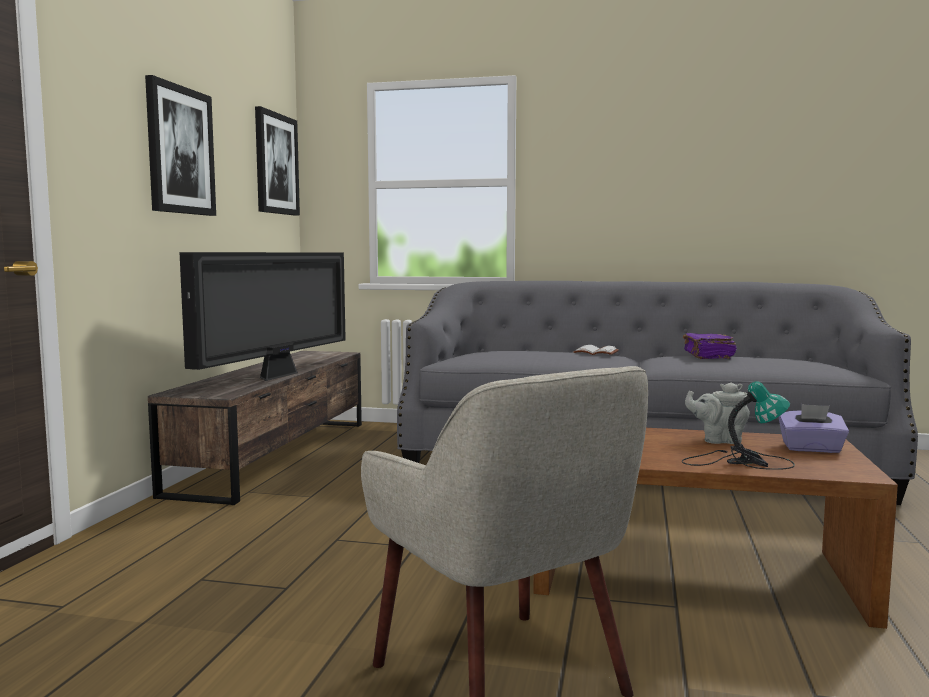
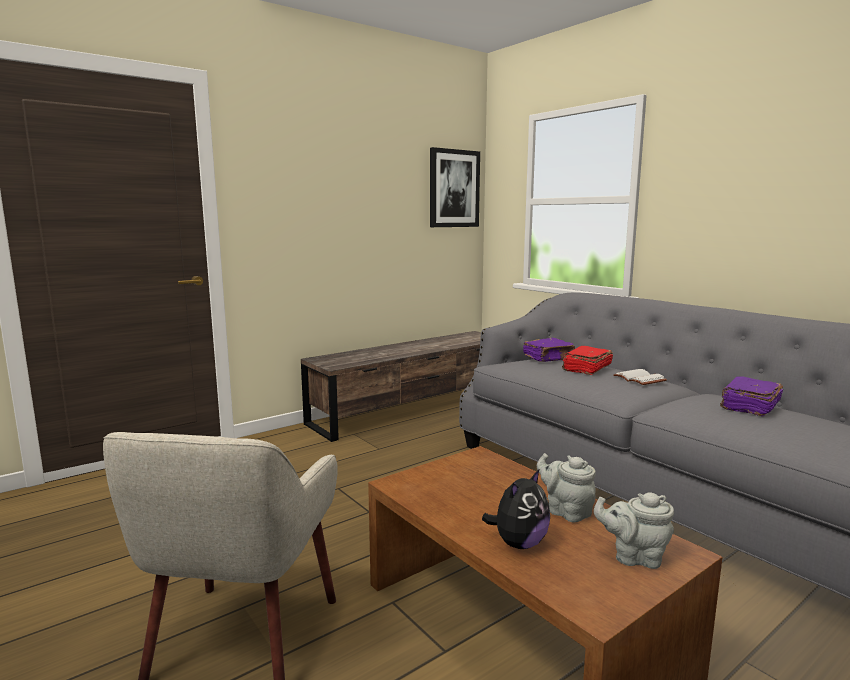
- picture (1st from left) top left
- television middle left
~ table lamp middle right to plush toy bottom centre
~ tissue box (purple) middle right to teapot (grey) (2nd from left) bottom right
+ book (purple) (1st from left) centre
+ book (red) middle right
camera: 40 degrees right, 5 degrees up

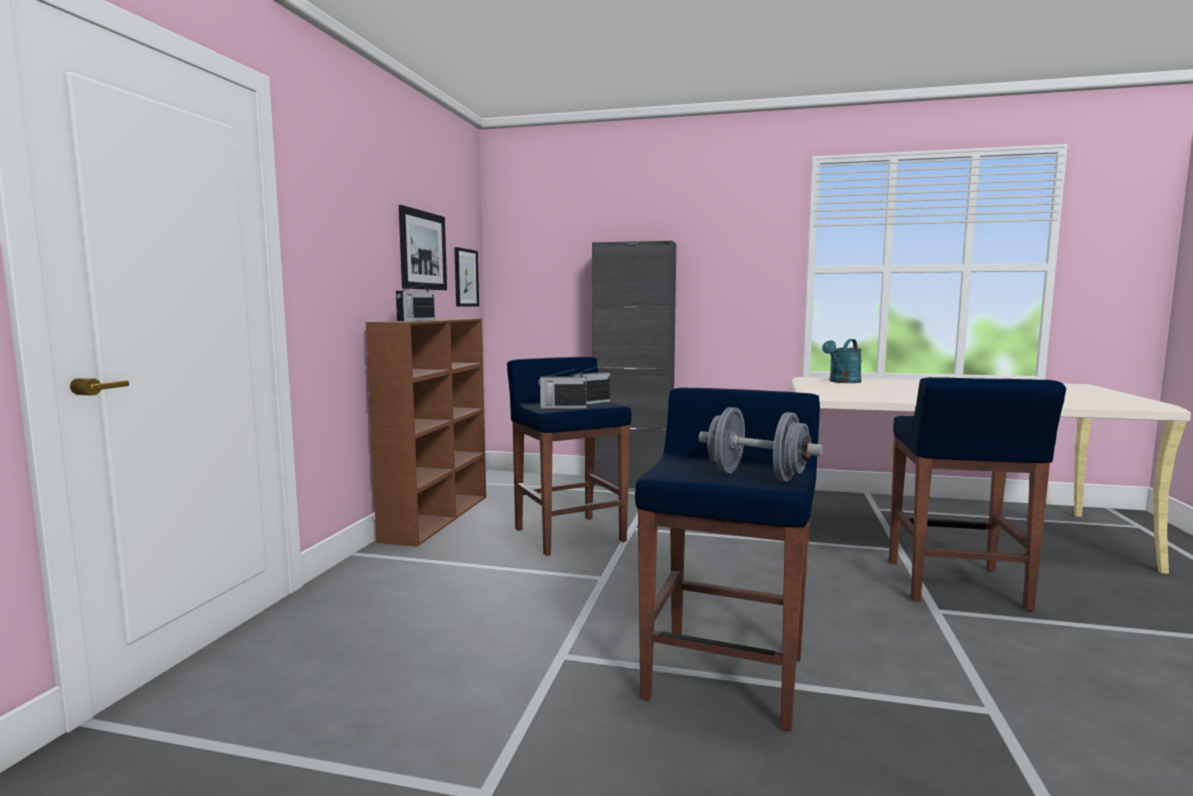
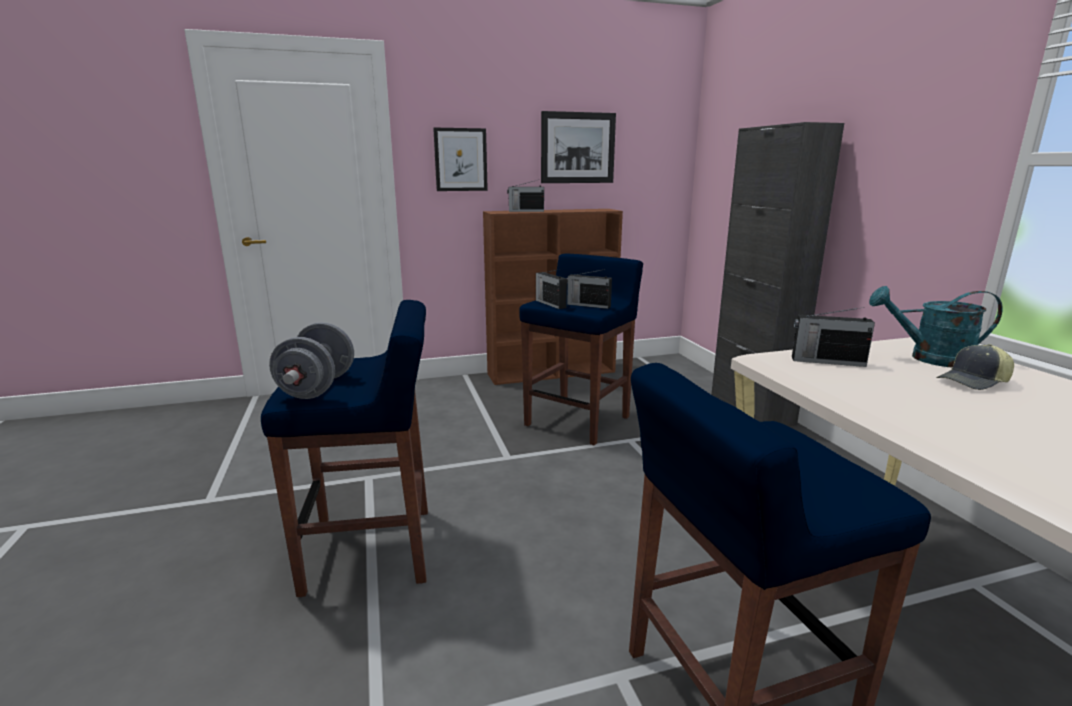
~ picture (2nd from left in the first image) centre to picture (1st from left) top centre
+ radio (4th from left) middle right
+ cap middle right
camera: 60 degrees right, 10 degrees up

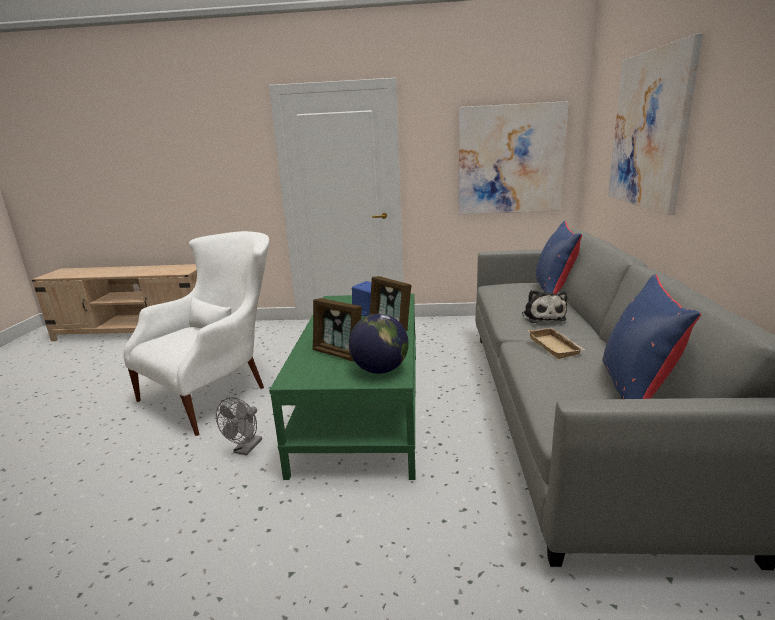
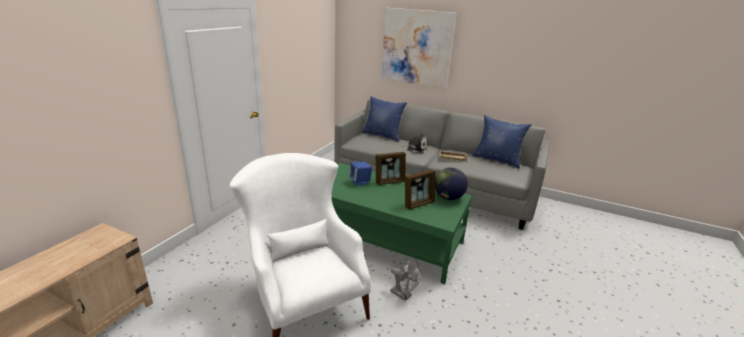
- picture (1st from left) top centre
camera: 70 degrees left, 5 degrees up

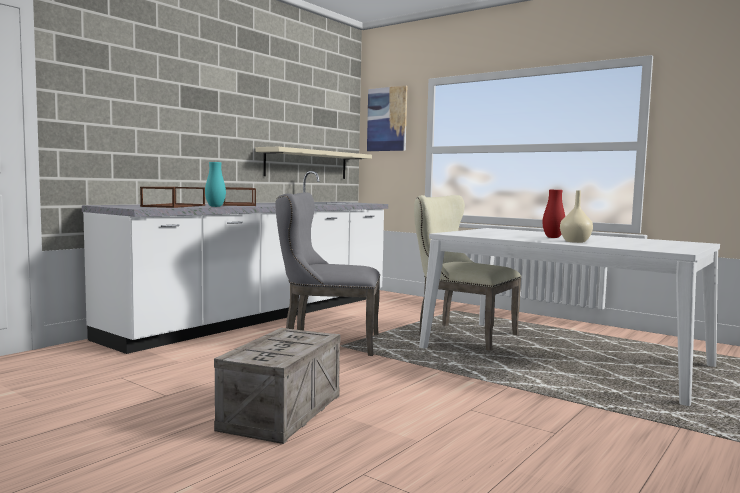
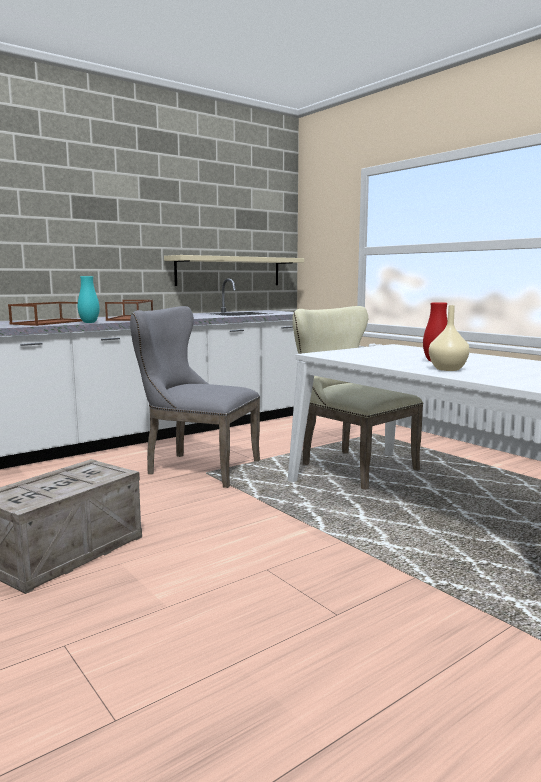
- picture top centre
camera: 15 degrees right, 5 degrees up

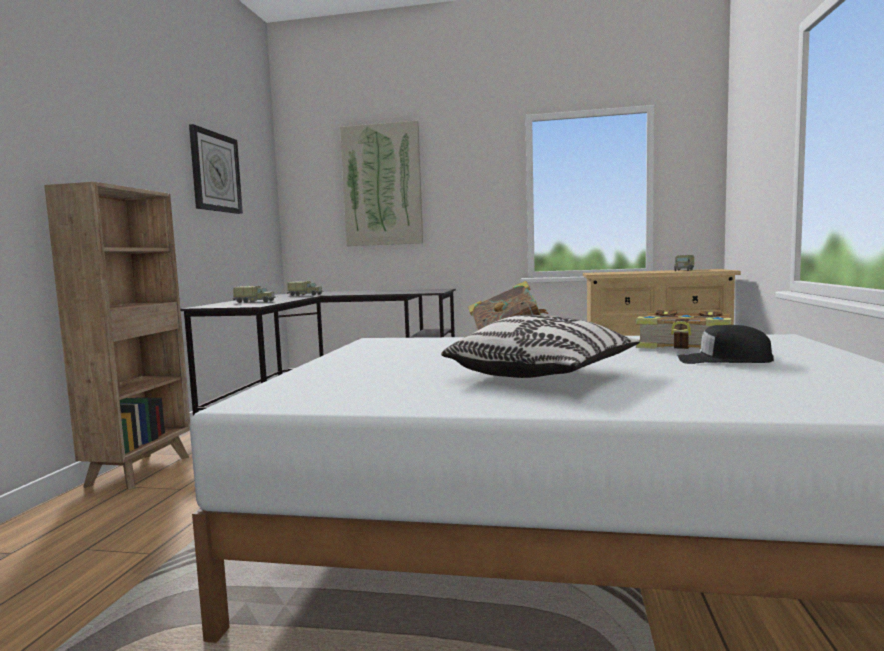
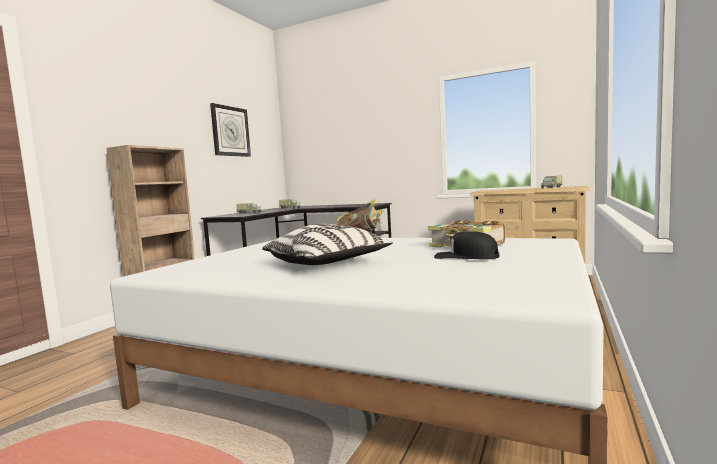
- picture top centre
camera: 15 degrees right, 0 degrees up

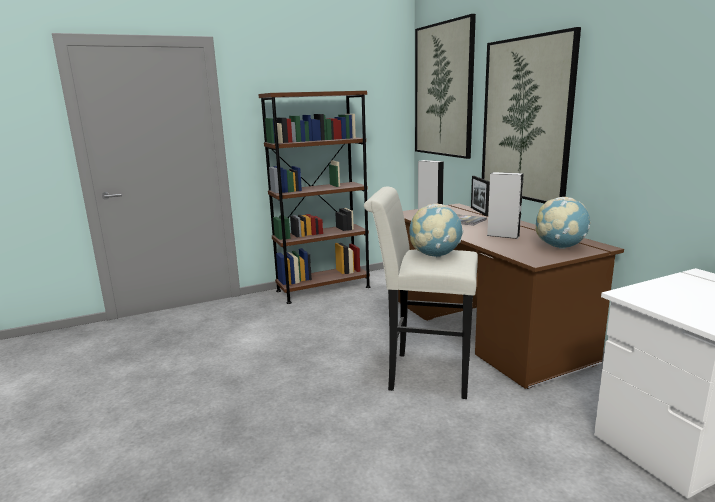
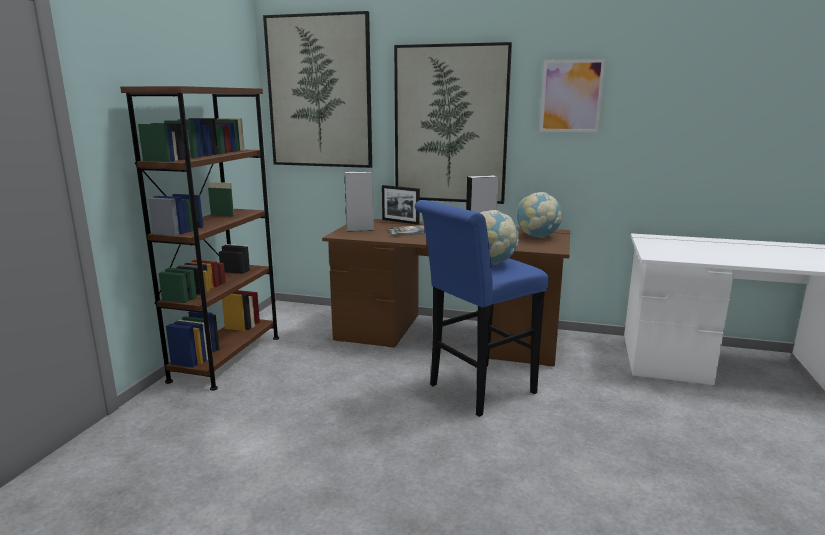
~ stool (white) centre to stool (blue) centre
+ picture (3rd from left) top right
camera: 50 degrees left, 0 degrees up

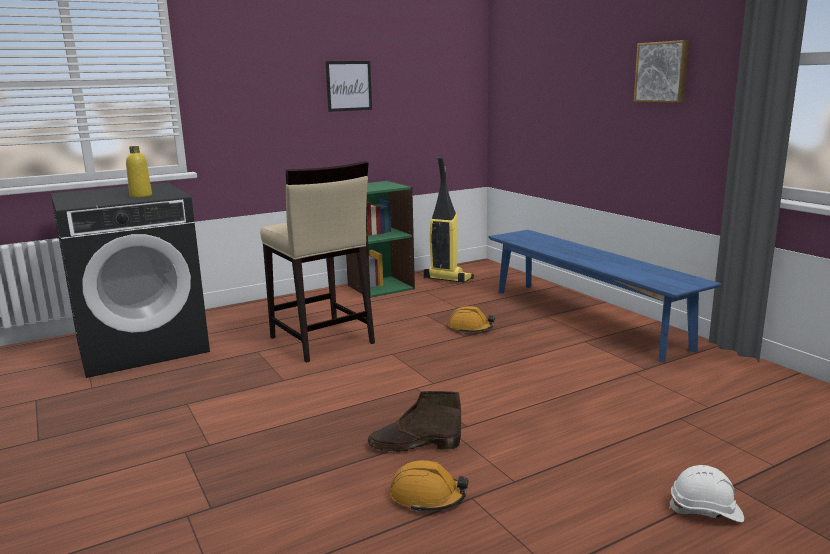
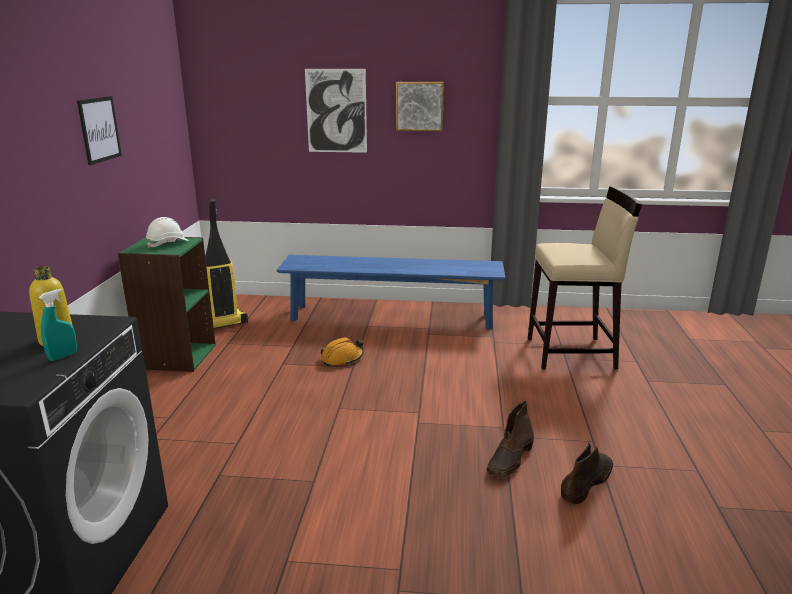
~ stool (beige) centre to middle right
~ hard hat (orange) (1st from left) bottom centre to boot (brown) (2nd from left) bottom right
~ hard hat (white) bottom right to middle left
+ spray bottle (turquoise) middle left
+ picture (2nd from left) top centre
camera: 55 degrees left, 5 degrees up

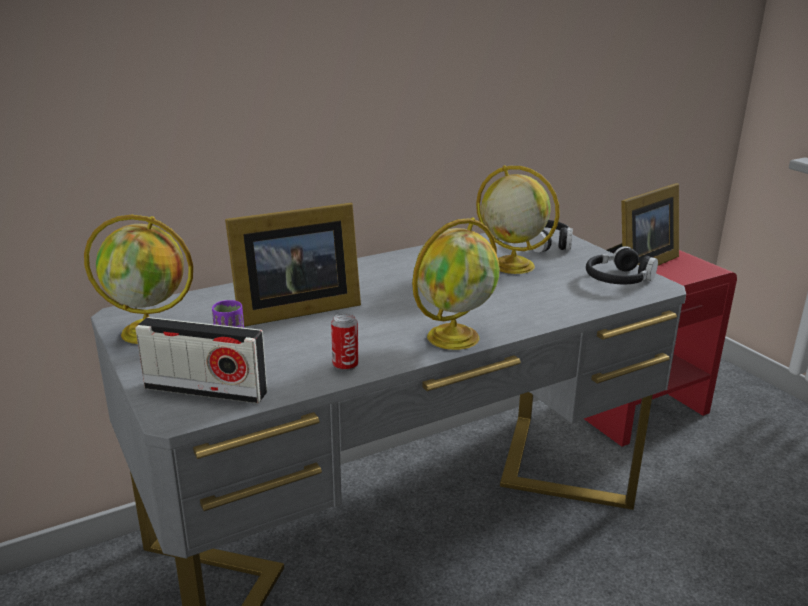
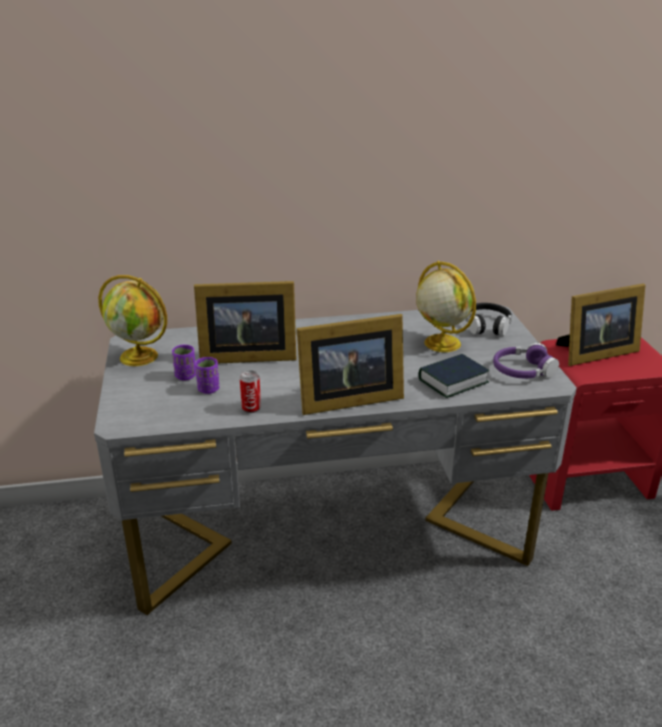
- radio middle left
~ globe (2nd from left) centre to picture frame (2nd from left) centre
~ headphones (black) (2nd from left) middle right to headphones (purple) middle right
+ cup (purple) (2nd from left) middle left
+ book middle right
camera: 20 degrees right, 5 degrees up

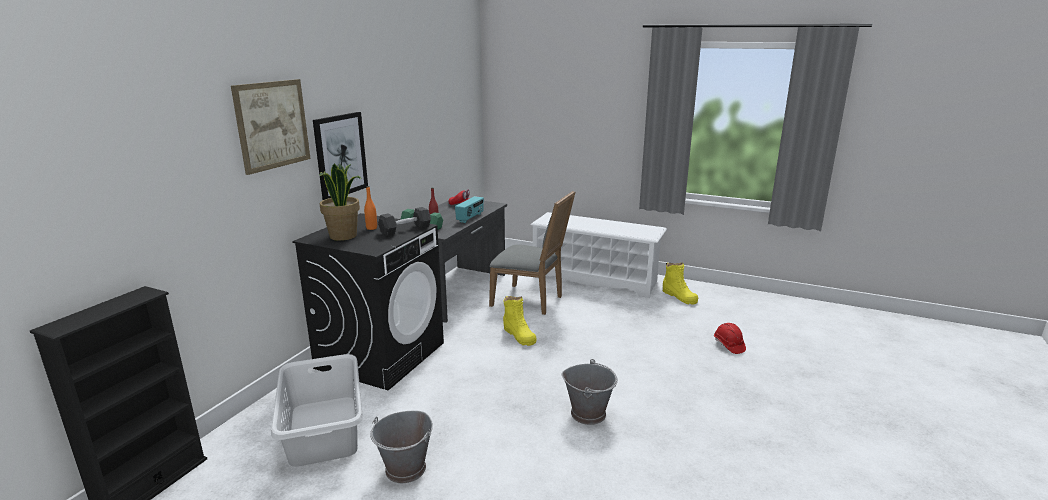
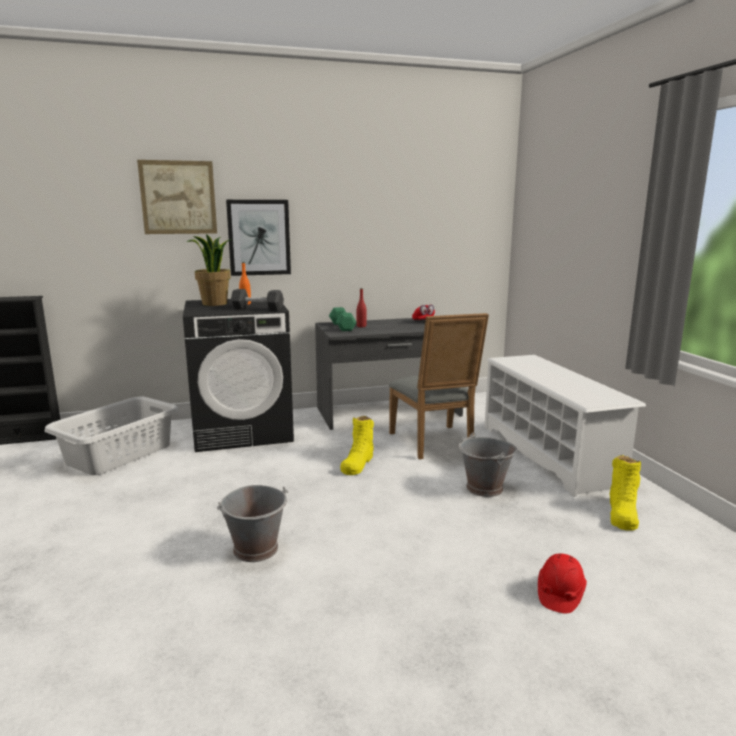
~ bucket (grey) (1st from left in the first image) bottom centre to bucket (grey) (2nd from left) centre
- radio centre
camera: 50 degrees right, 5 degrees down

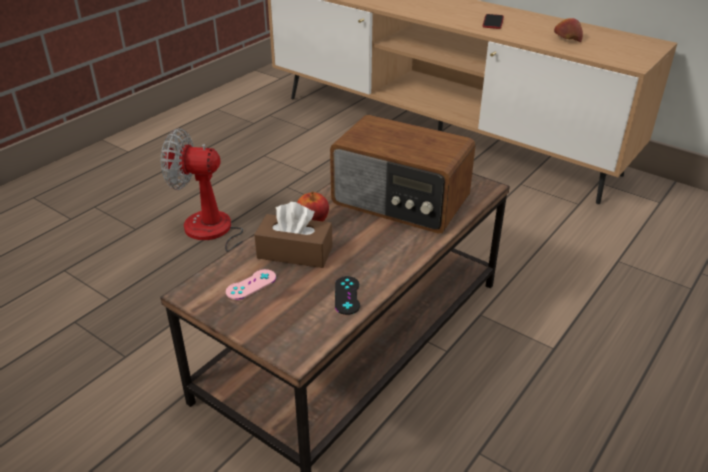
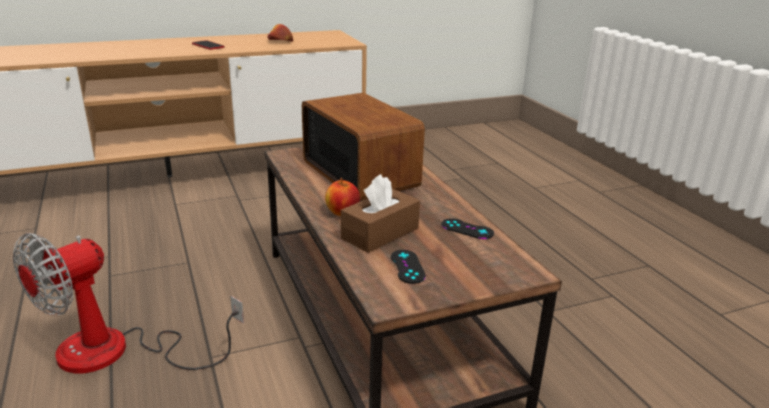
~ game controller (pink) centre to game controller (black) (1st from left) centre
~ radio centre = centre 90 degrees counterclockwise
camera: 60 degrees left, 10 degrees down

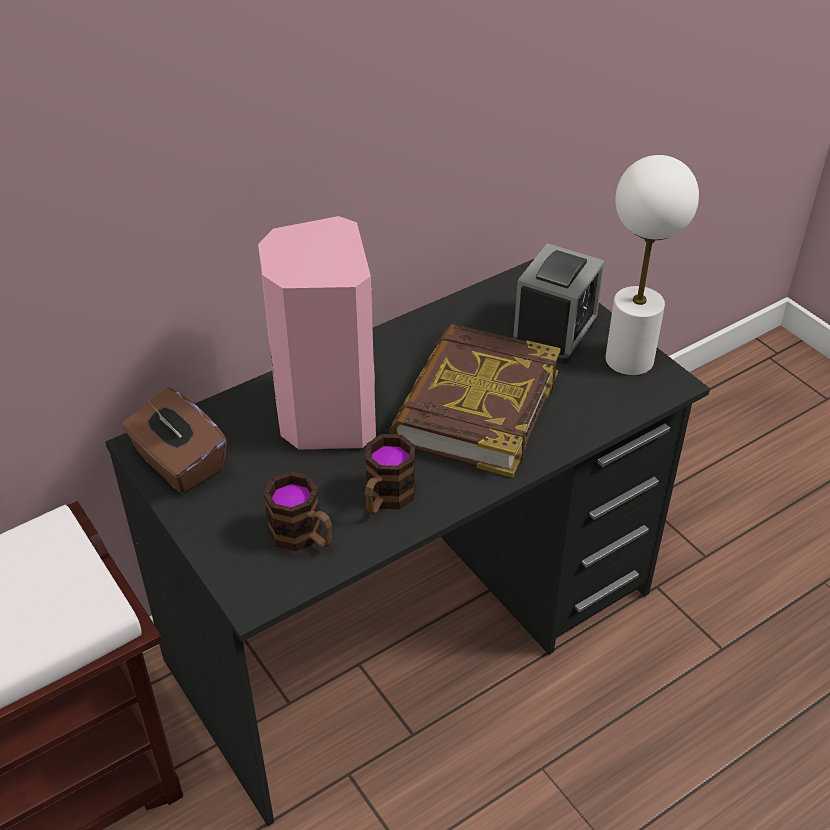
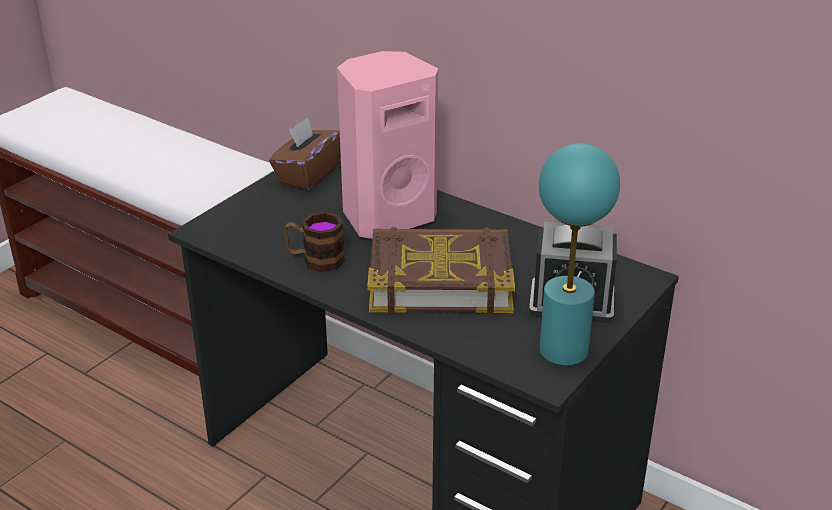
- mug (1st from left) centre
~ table lamp (white) top right to table lamp (turquoise) middle right
camera: 70 degrees right, 10 degrees down

